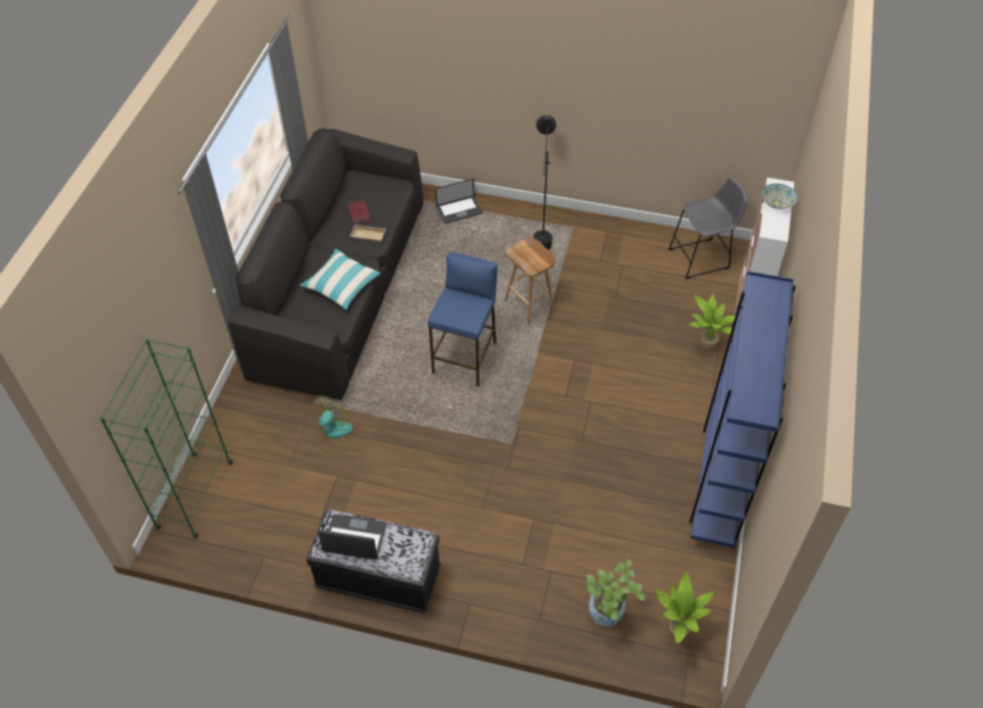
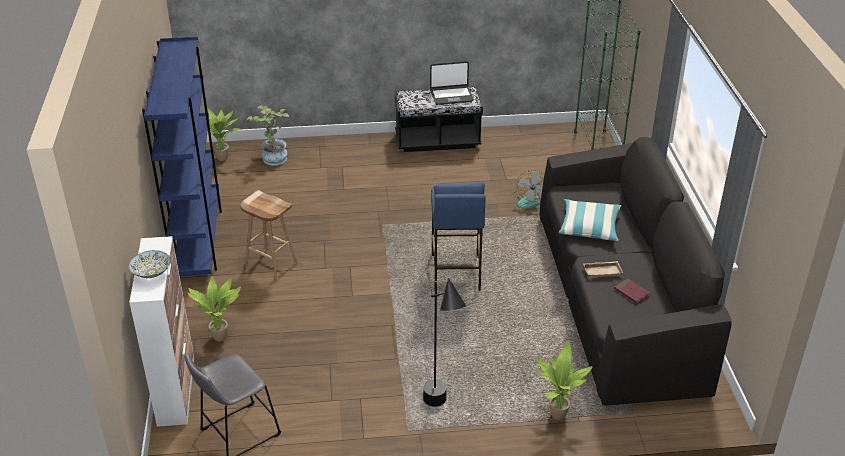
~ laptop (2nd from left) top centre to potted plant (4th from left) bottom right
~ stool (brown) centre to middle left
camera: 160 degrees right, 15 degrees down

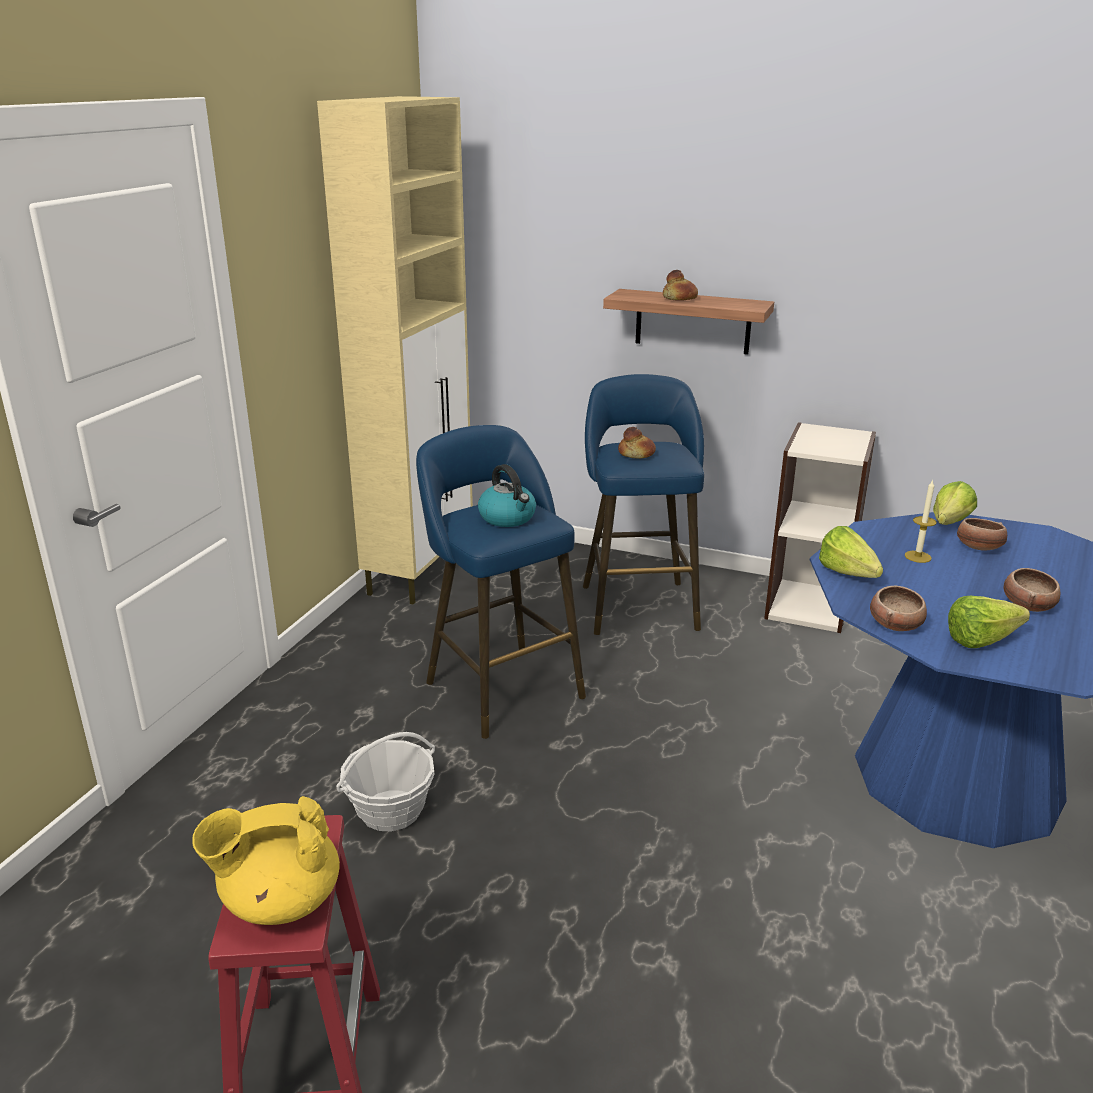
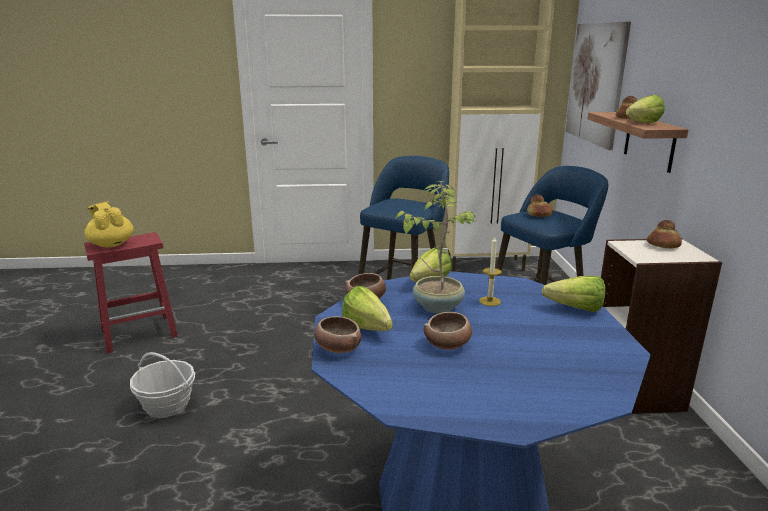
~ basket bottom centre to bottom left
- kettle centre
~ bowl (2nd from left in the first image) middle right to bowl (1st from left) centre
+ potted plant centre
+ picture top right
+ lettuce (4th from left) top right
+ bread (3rd from left) middle right
camera: 65 degrees right, 5 degrees down

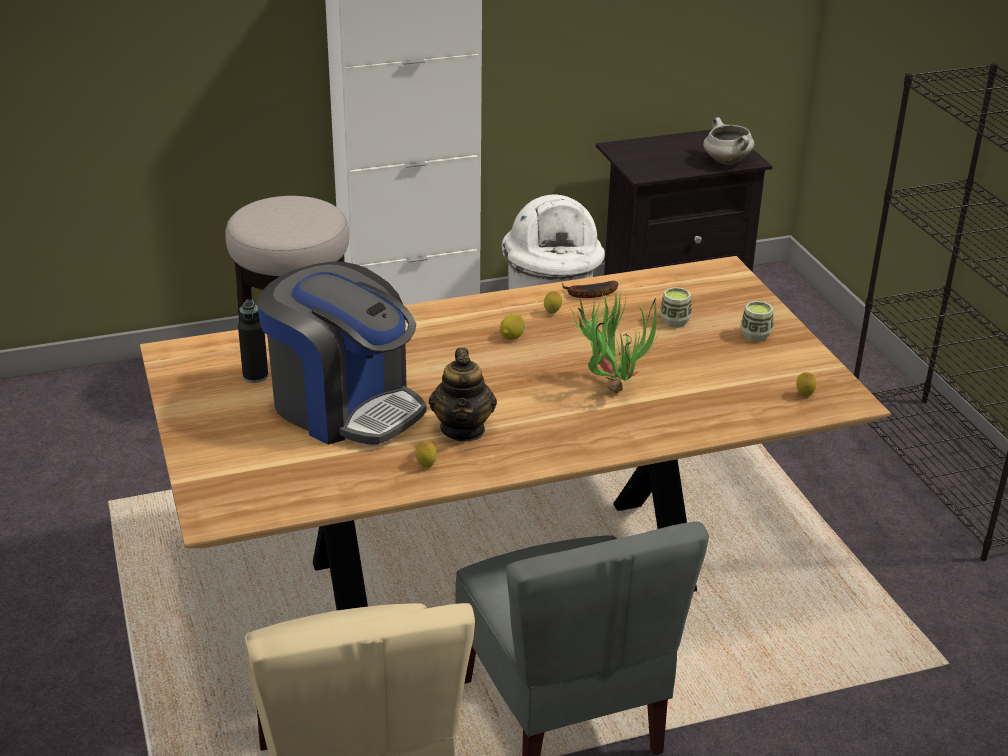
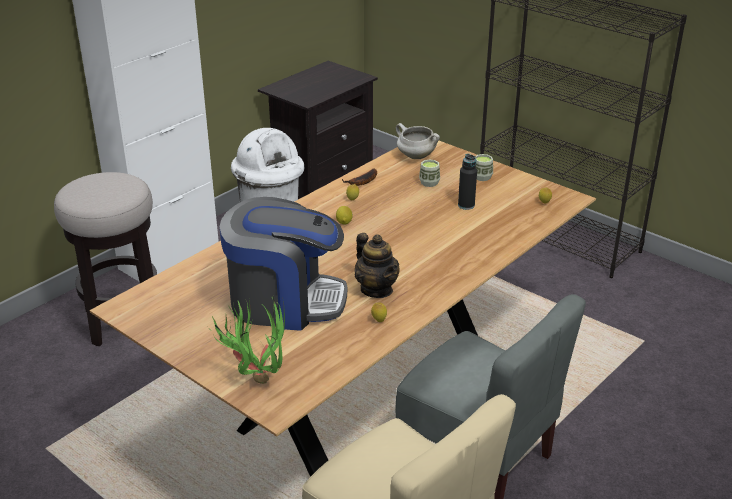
~ bottle (black) middle left to centre
~ potted plant centre to bottom centre
~ cooking pot (white) top right to top centre
camera: 30 degrees left, 0 degrees up

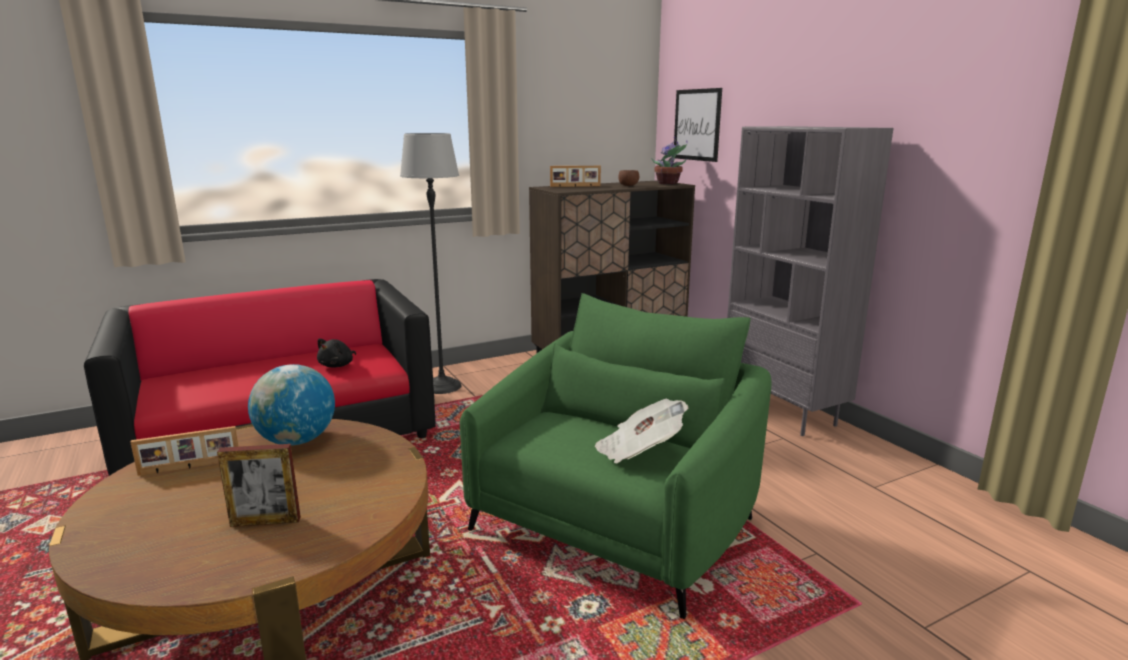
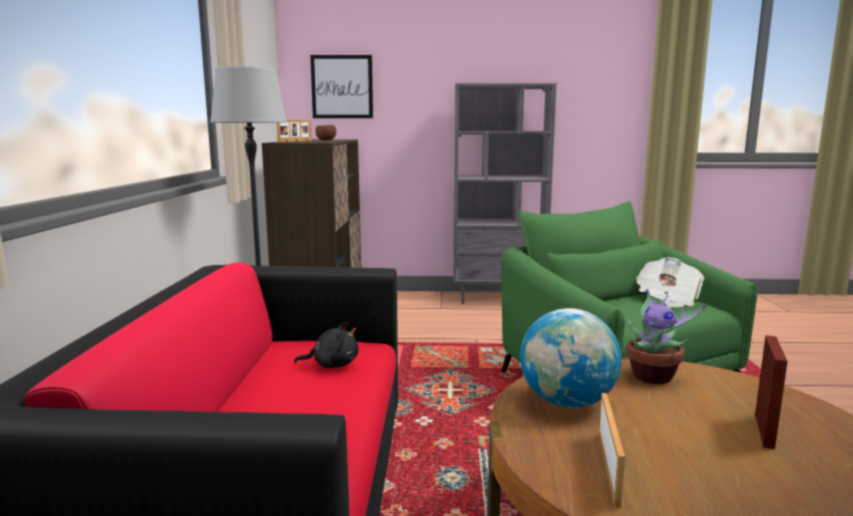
~ plush toy (black) middle left = bottom centre 60 degrees counterclockwise
~ potted plant top centre to middle right
camera: 60 degrees left, 5 degrees down

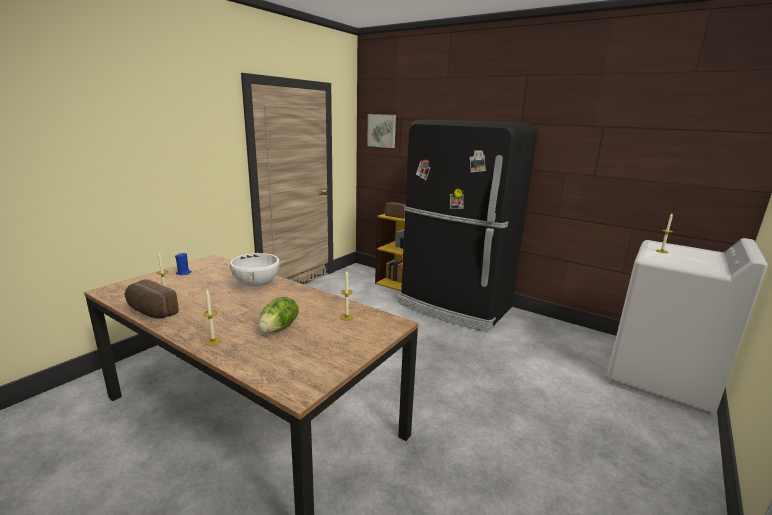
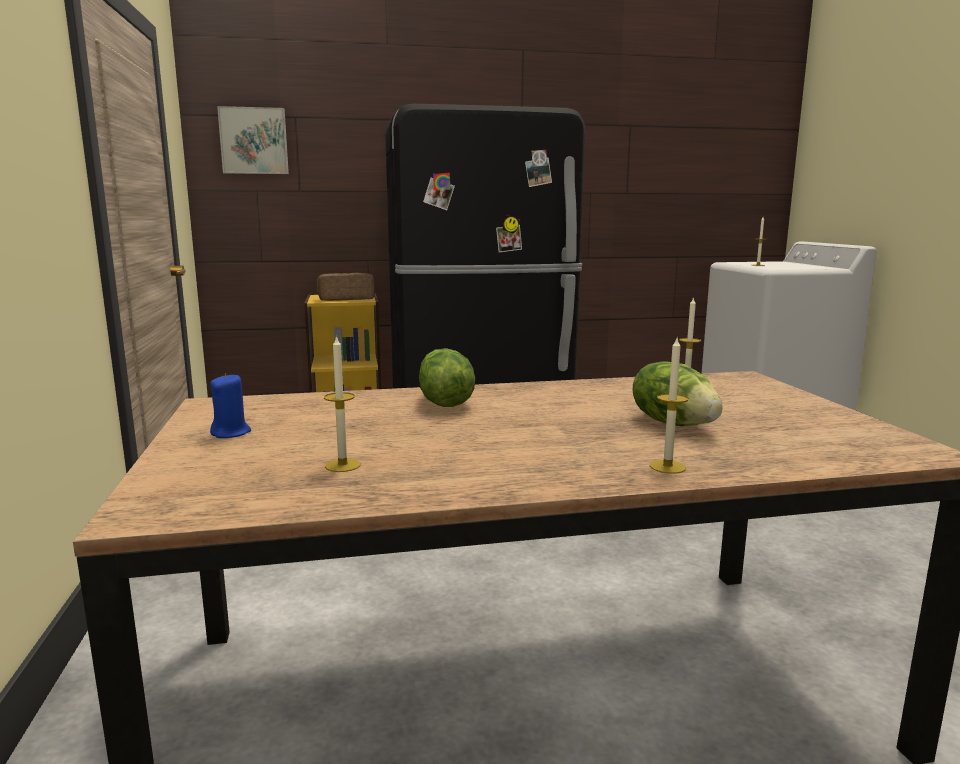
- bread (1st from left) middle left
~ cooking pot (white) middle left to lettuce (1st from left) centre
camera: 45 degrees left, 5 degrees down

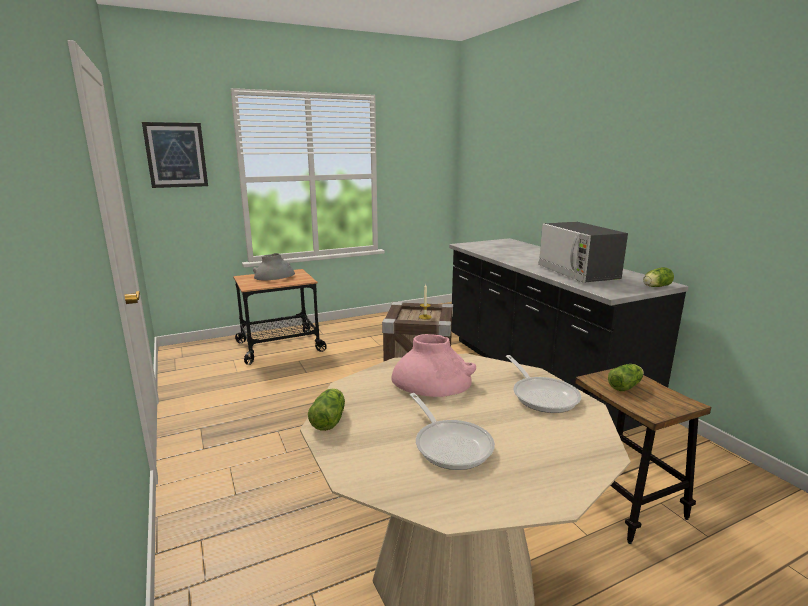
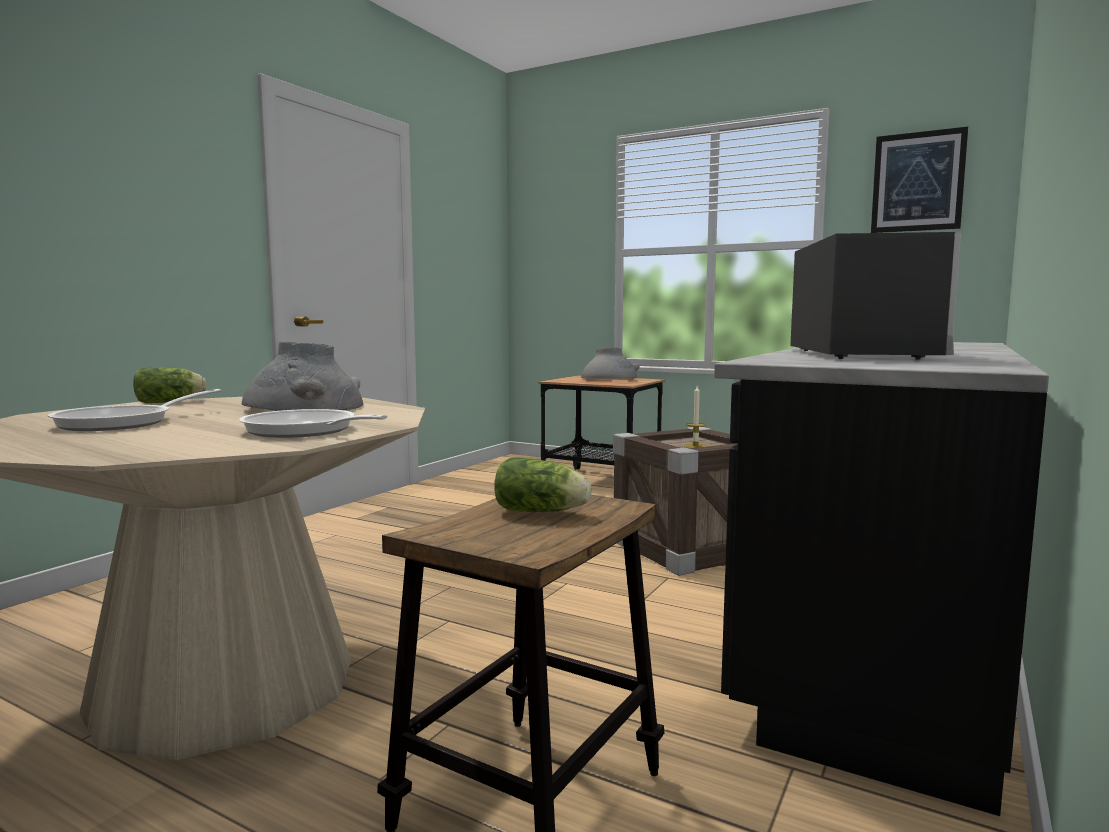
~ picture top left to top right
~ vase (pink) centre to vase (grey) (1st from left) middle left
~ frying pan (2nd from left) middle right = middle left 90 degrees clockwise
~ microwave middle right = middle right 150 degrees clockwise
- lettuce (3rd from left) middle right
camera: 55 degrees right, 10 degrees down

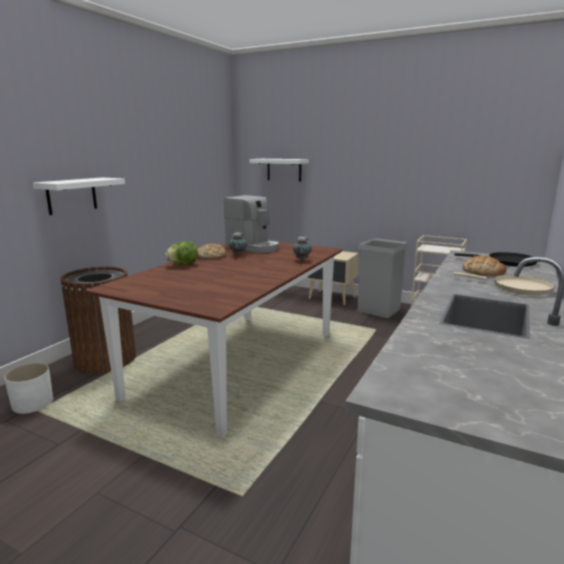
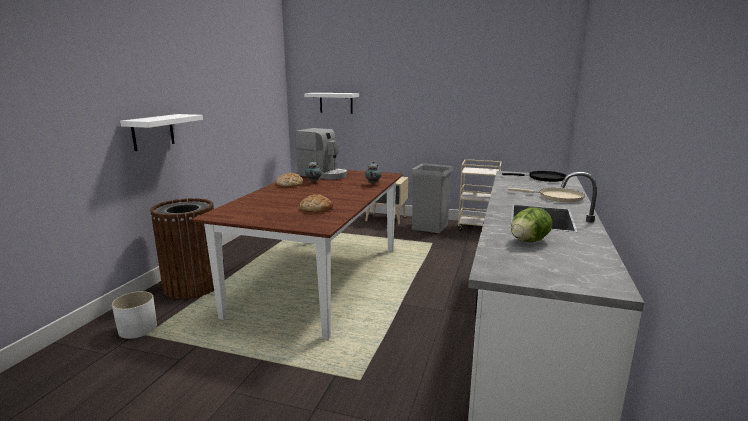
~ lettuce middle left to middle right
~ bread (2nd from left) middle right to centre
camera: 10 degrees left, 0 degrees up

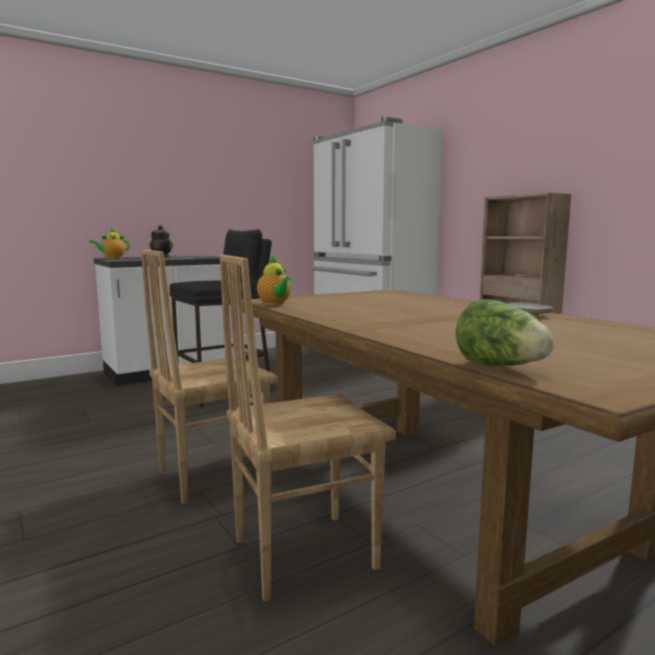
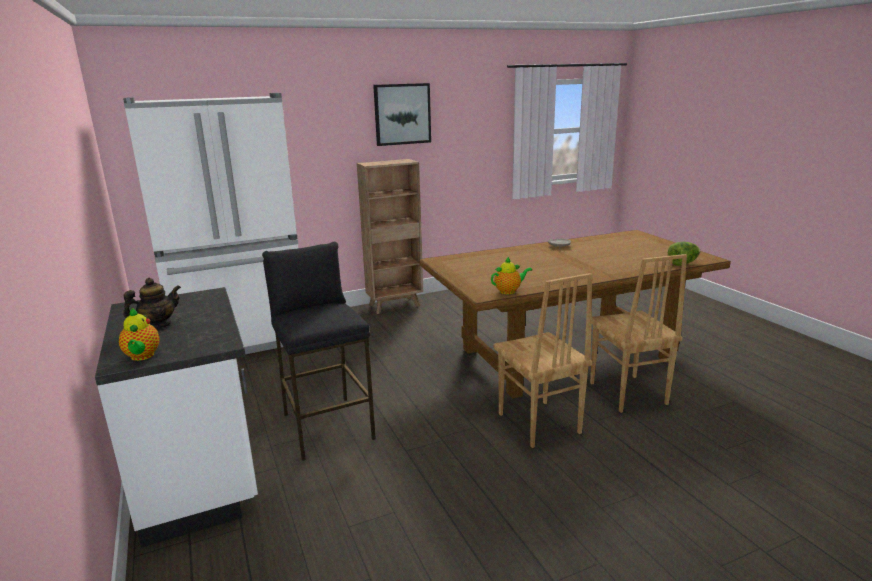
+ picture top centre
camera: 80 degrees left, 10 degrees up

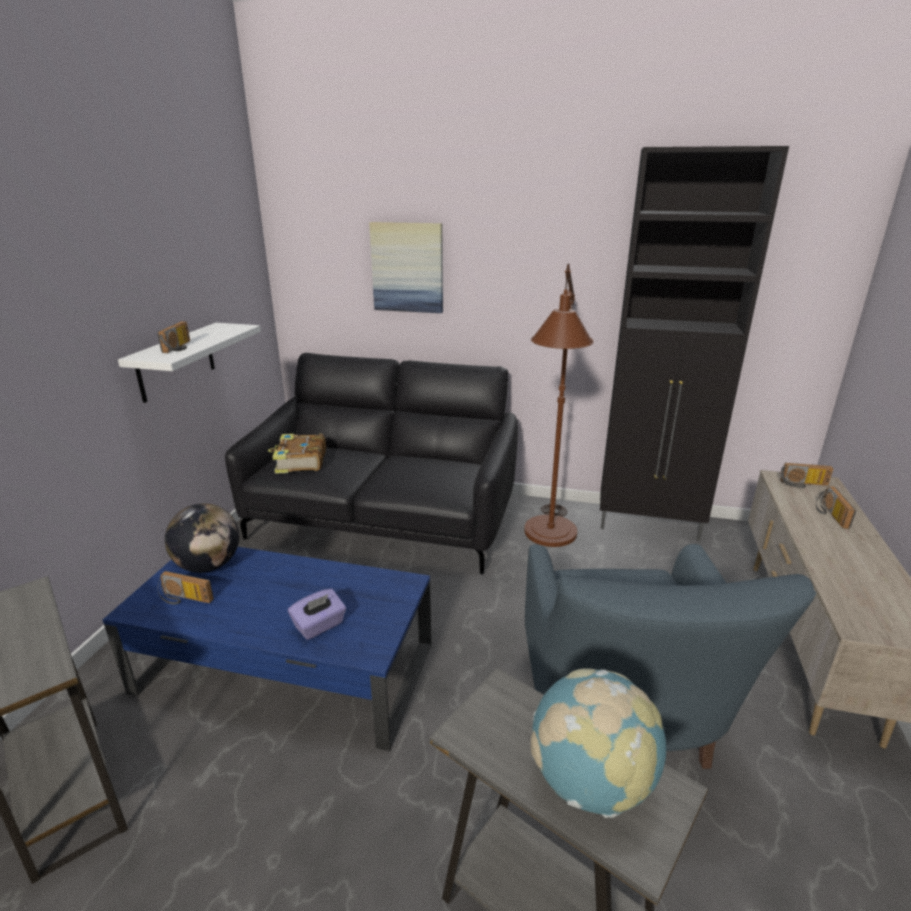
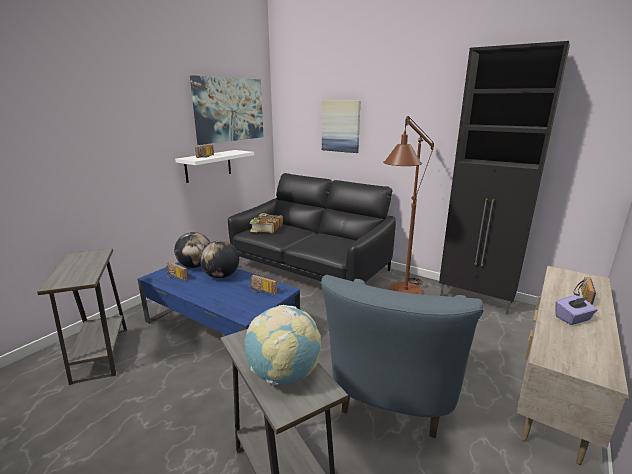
~ tissue box (purple) bottom centre to middle right
~ radio (3rd from left) middle right to centre
+ picture (1st from left) top centre
+ globe (2nd from left) centre
camera: 20 degrees right, 5 degrees down

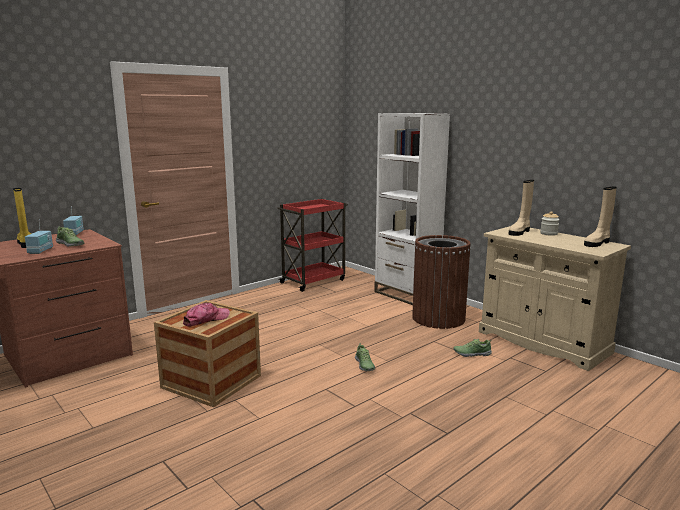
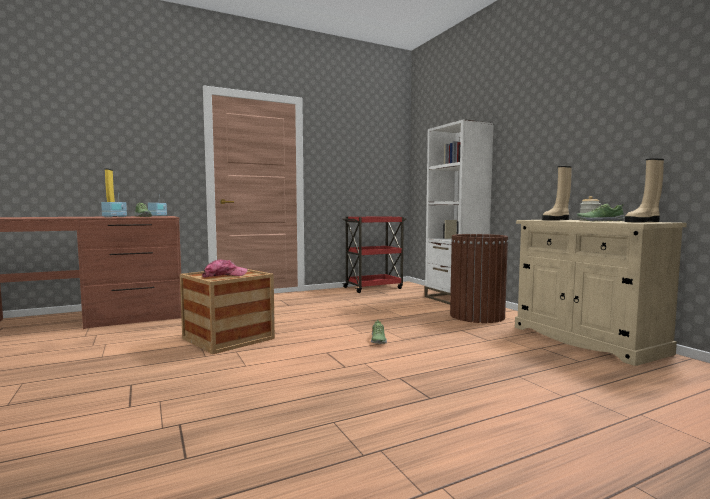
~ shoe (3rd from left) bottom right to middle right
camera: 15 degrees right, 10 degrees down

